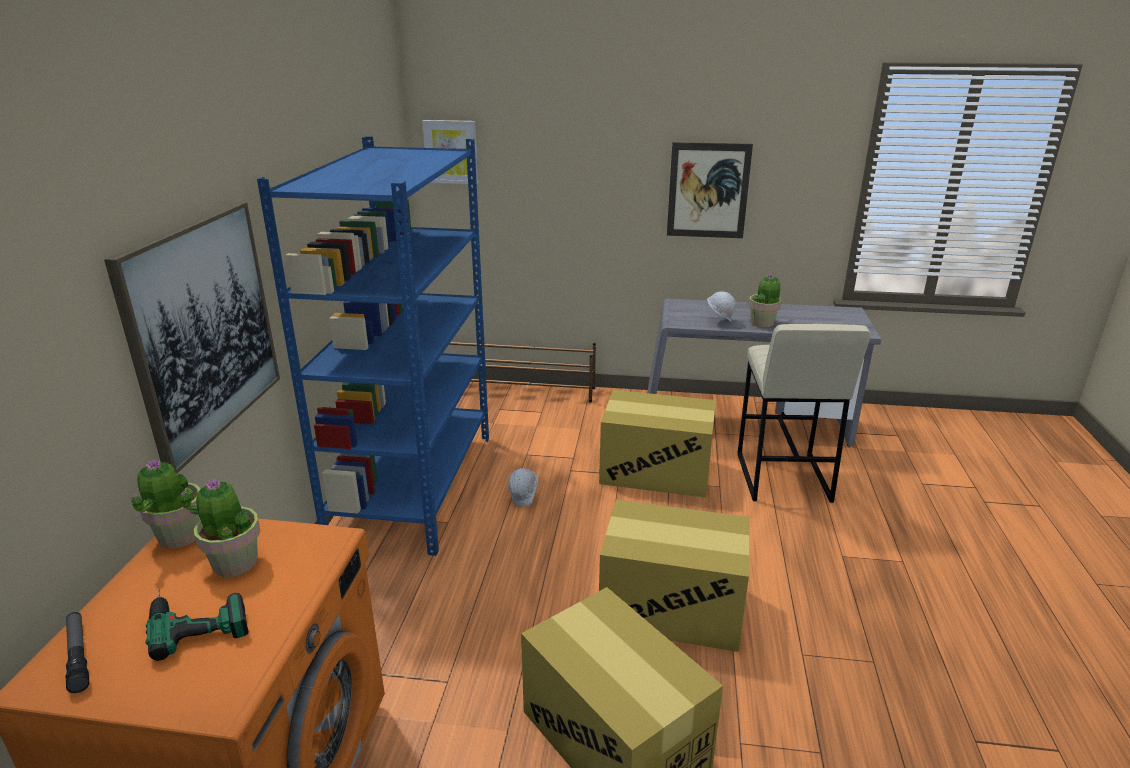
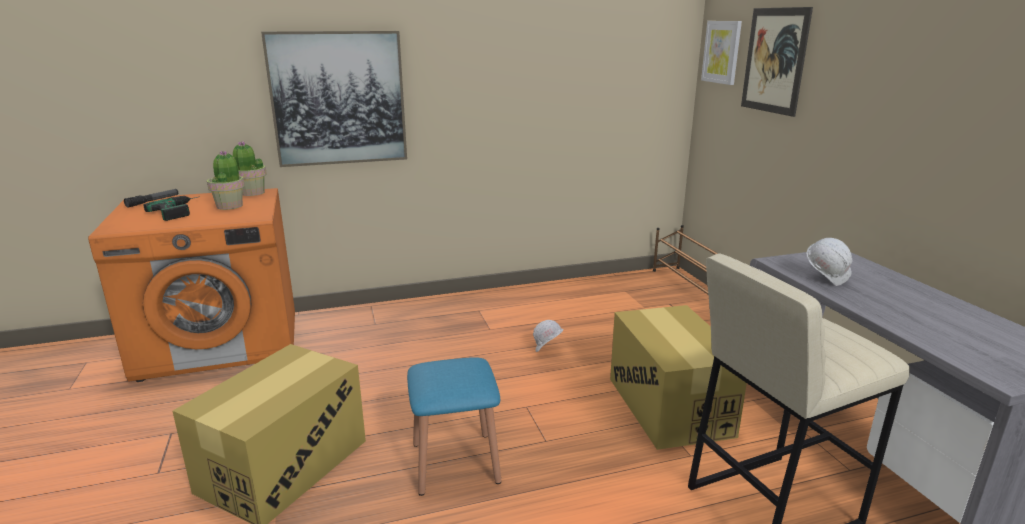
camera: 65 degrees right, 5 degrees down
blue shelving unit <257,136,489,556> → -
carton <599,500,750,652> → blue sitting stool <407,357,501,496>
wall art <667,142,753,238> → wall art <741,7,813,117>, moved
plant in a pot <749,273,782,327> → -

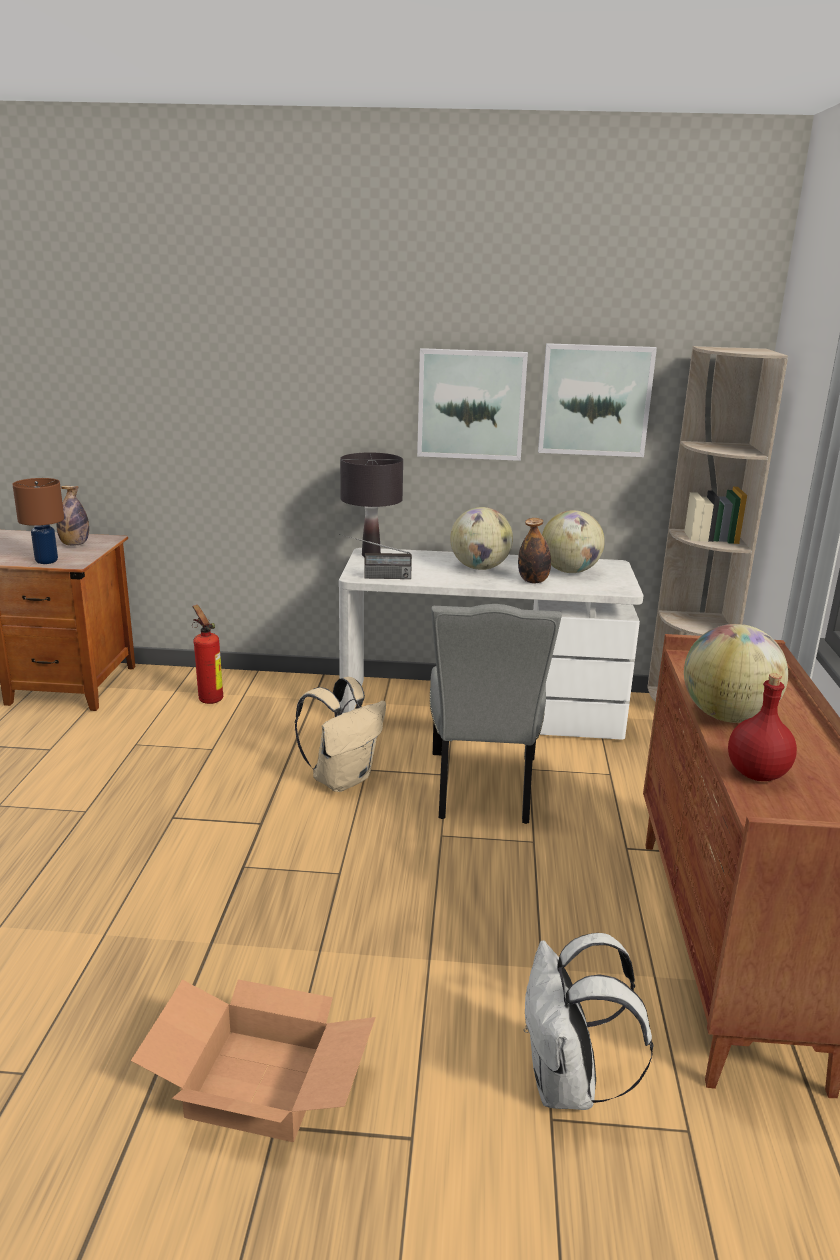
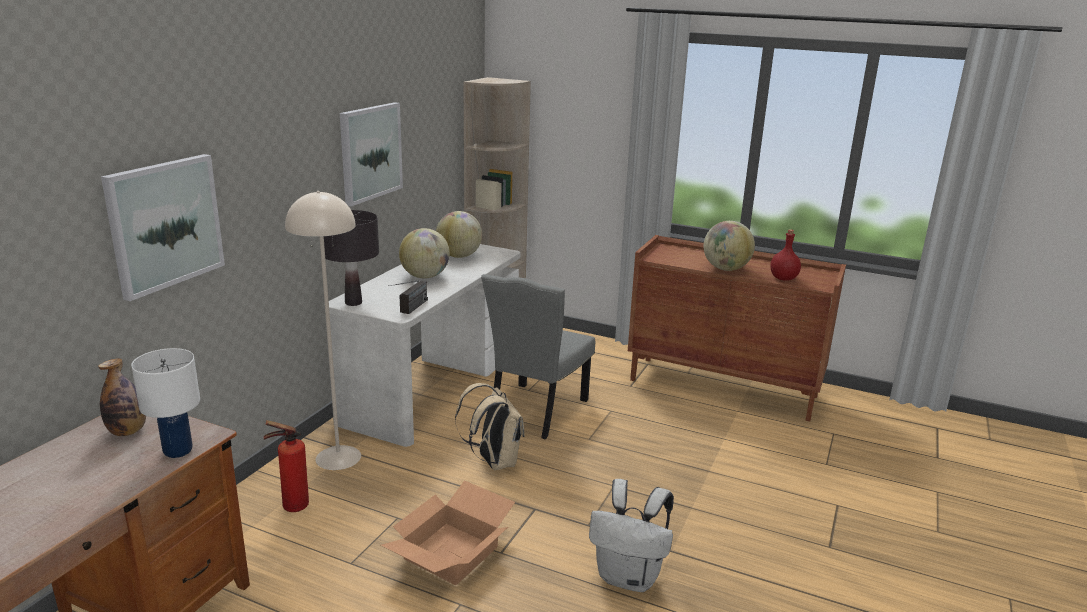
camera: 70 degrees left, 0 degrees up
brownish tabletop lamp <12,478,64,564> → whitish tabletop lamp <131,348,200,458>
carton <131,979,376,1142> → carton <381,480,515,585>, moved
greyish chair <430,604,562,824> → greyish chair <481,274,595,439>, 90 degrees clockwise
bottle <518,518,551,583> → -
whitish knapsack <524,933,653,1110> → whitish knapsack <589,479,674,592>, moved
wall art <538,343,657,457> → wall art <101,154,225,301>, moved
- → sand-coloured standard lamp <285,191,361,470>

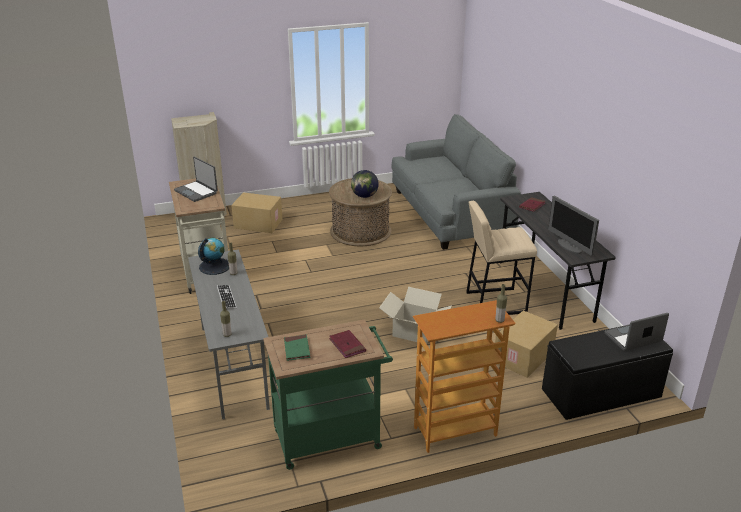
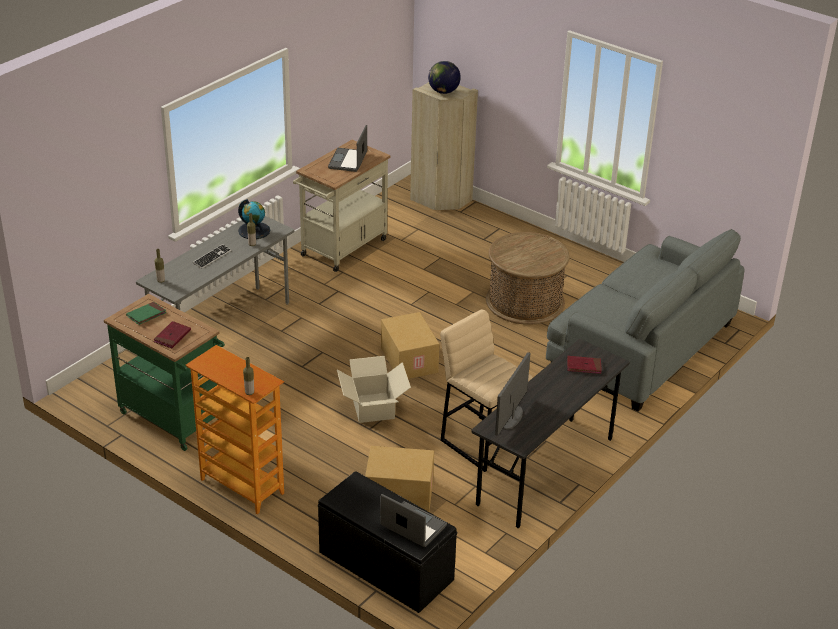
camera: 55 degrees right, 5 degrees up
carton <231,192,283,233> → carton <381,312,439,379>, moved
world globe <351,170,379,198> → world globe <428,61,461,94>, moved

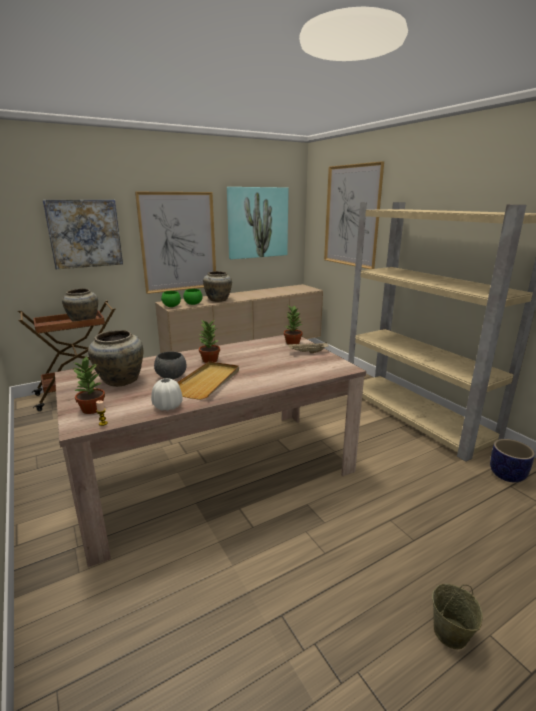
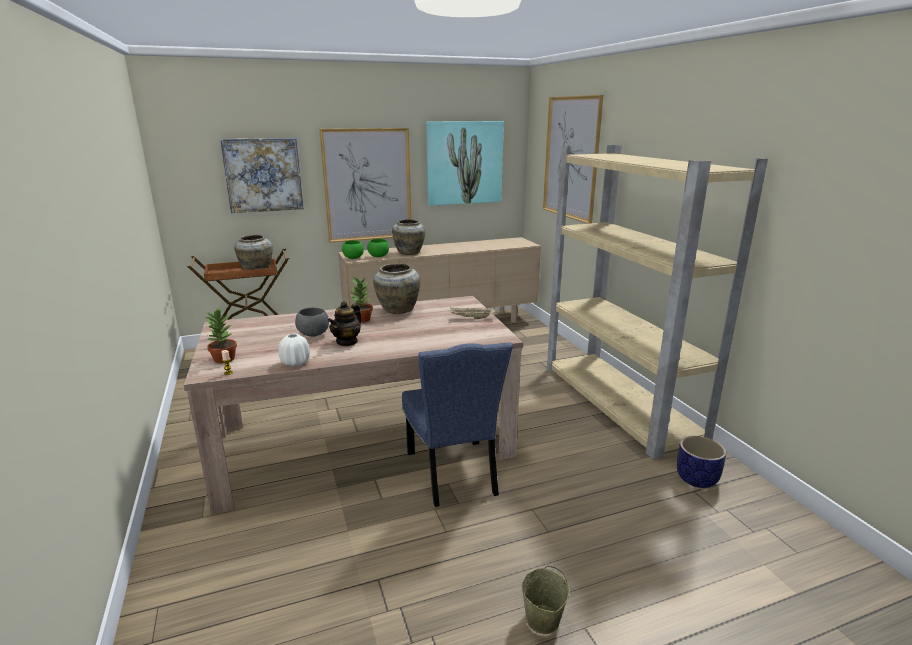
camera: 10 degrees right, 0 degrees up
sand-coloured vase <88,330,143,387> → sand-coloured vase <373,263,420,314>, moved
sand-coloured carrying tray <178,361,239,400> → teapot <328,301,362,346>
plant in a pot <284,306,303,344> → -
- → blue chair <402,342,513,507>

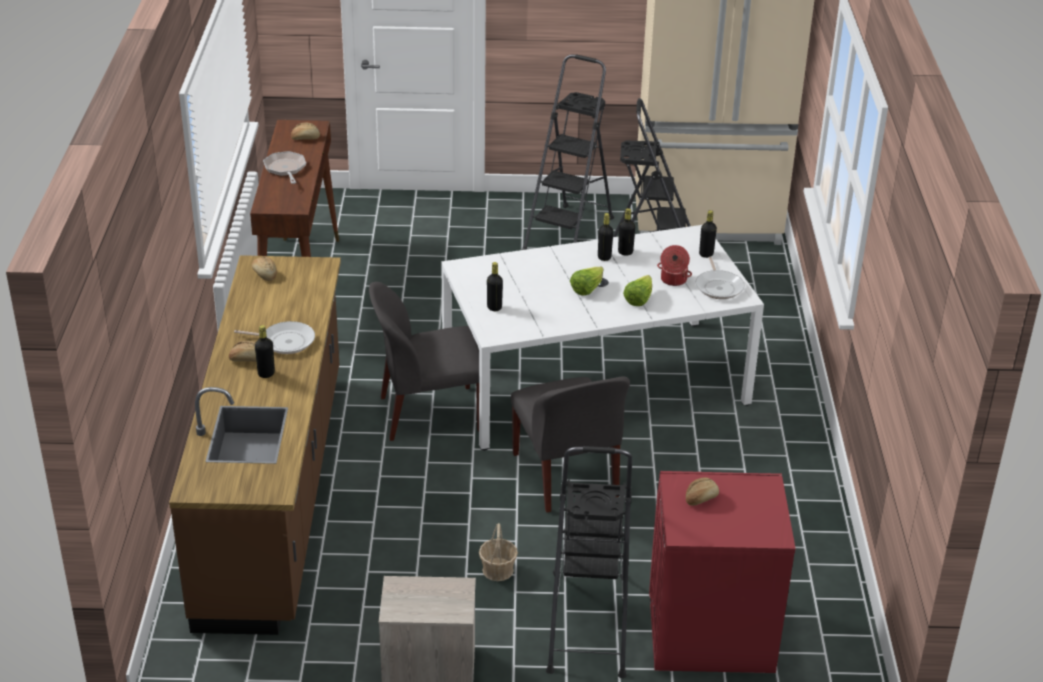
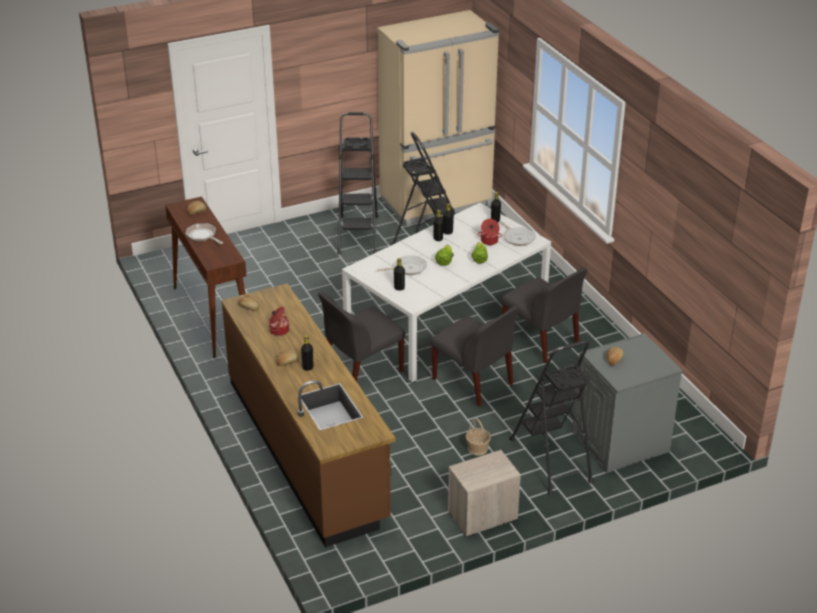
camera: 25 degrees left, 0 degrees up
pan <234,321,315,354> → pan <377,256,427,275>, moved
reddish washing machine <649,471,796,673> → greyish washing machine <572,333,683,473>
- → saucepot <269,307,289,336>
- → greyish chair <501,267,588,364>

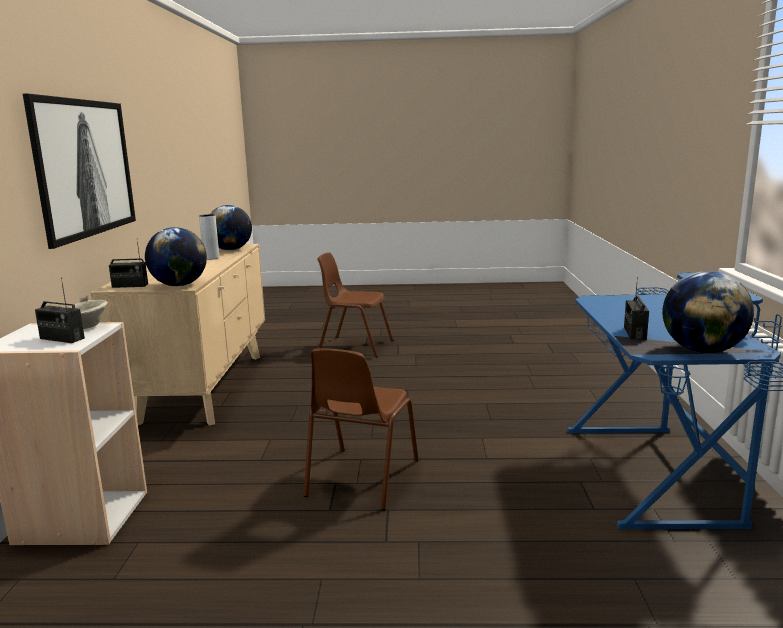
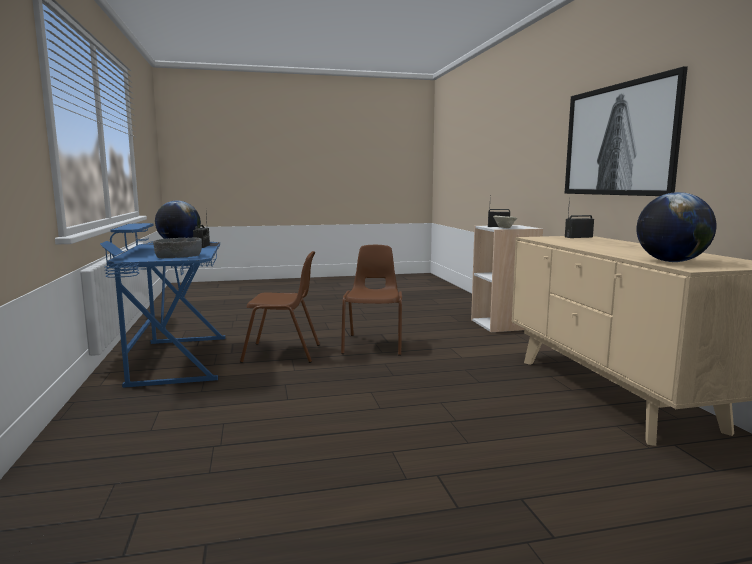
camera: 165 degrees right, 5 degrees down
world globe <145,227,207,286> → -
greyish vase <199,214,219,260> → -
brownish chair <317,252,393,358> → brownish chair <240,251,320,363>, moved
- → greyish serving bowl <153,237,202,258>

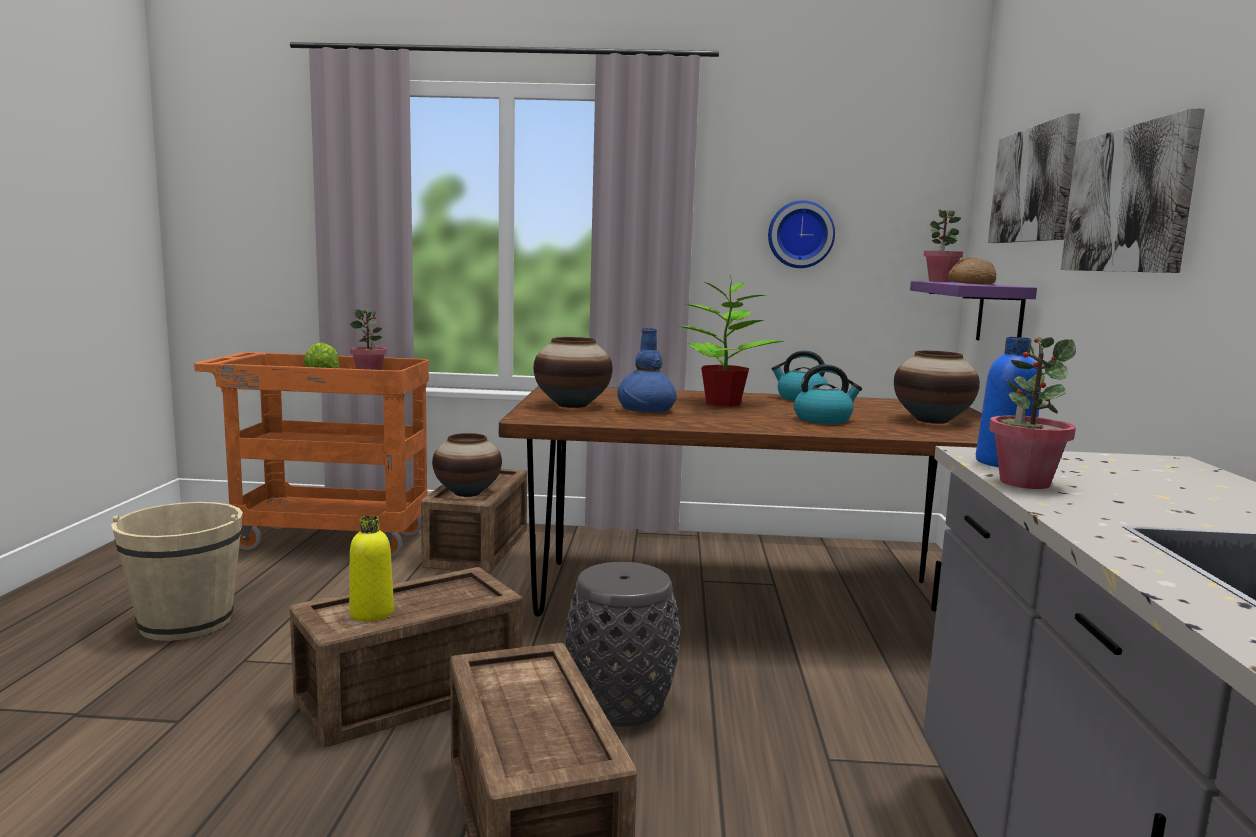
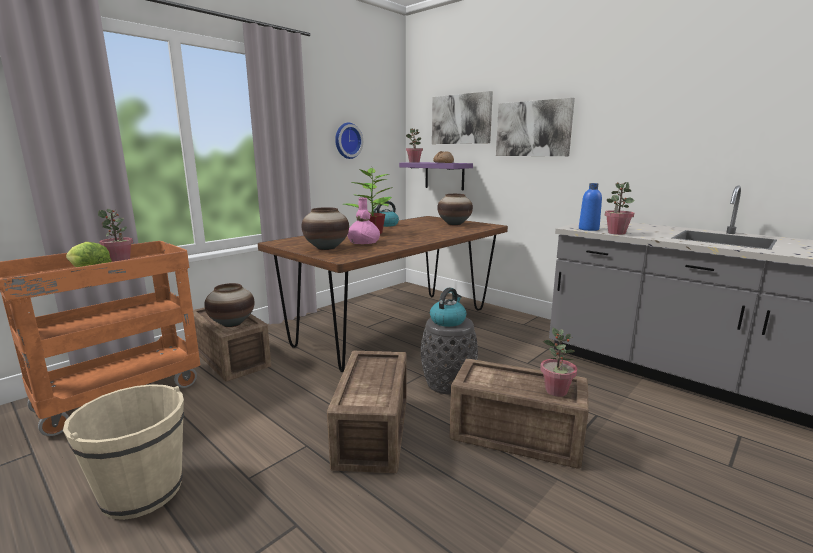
camera: 50 degrees left, 5 degrees up
yellow-coloured bottle <349,516,394,621> → -
blue vase <617,328,677,413> → pinkish vase <347,197,380,244>
tea kettle <794,364,862,424> → tea kettle <430,288,466,327>, moved
- → plant in a pot <540,327,577,397>

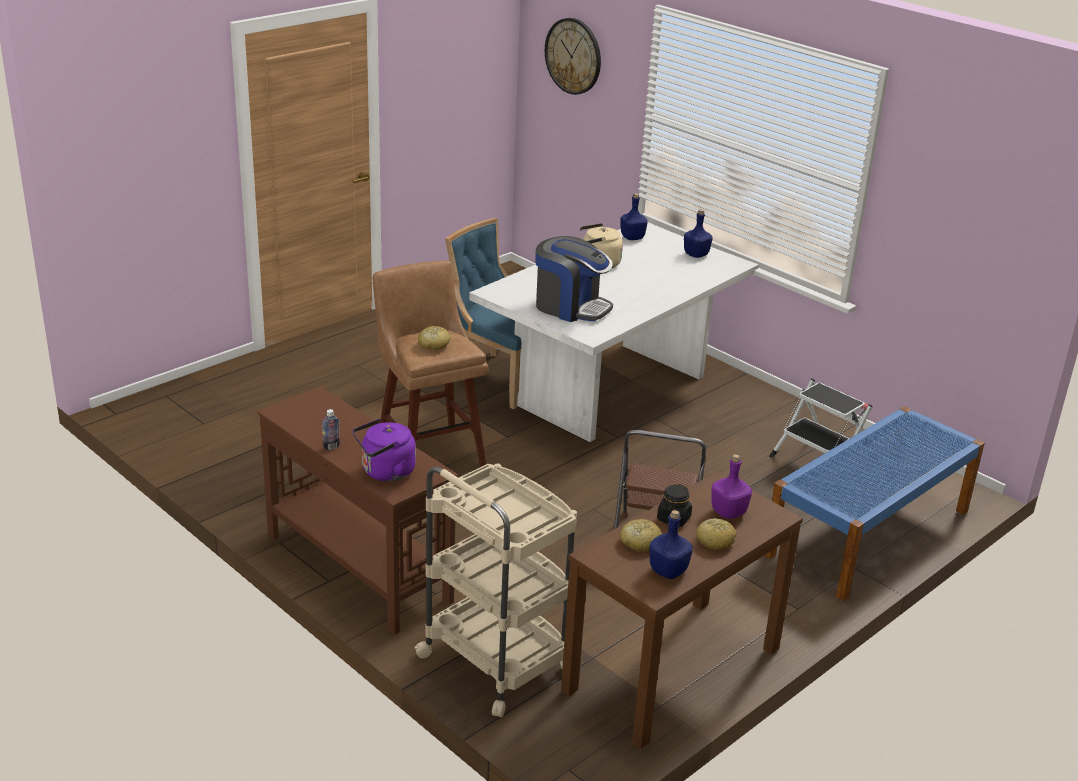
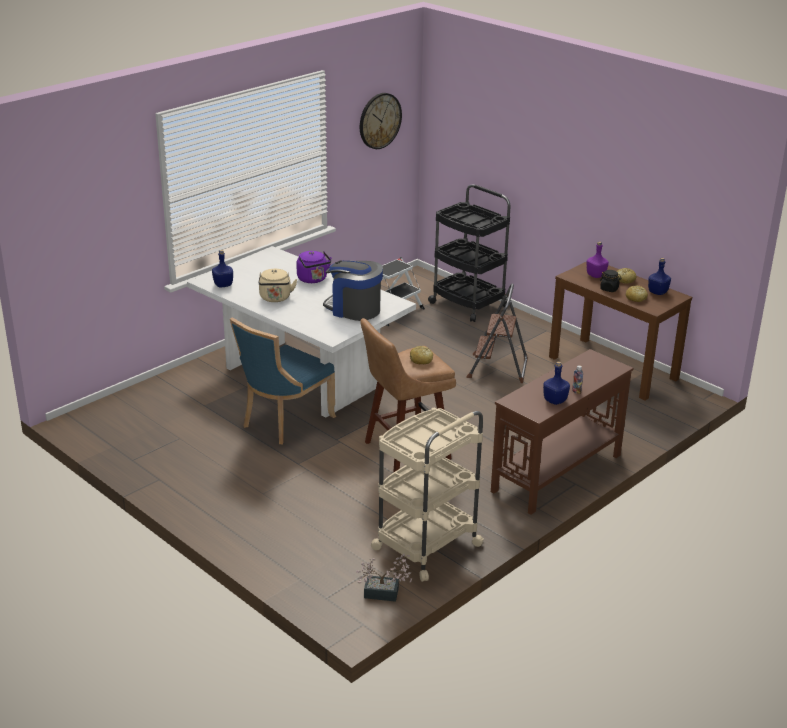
camera: 90 degrees left, 0 degrees up
purple-coloured tea kettle <353,419,416,482> → purple-coloured tea kettle <296,251,332,283>, moved
sand-coloured cart <415,463,577,717> → sand-coloured cart <371,408,484,582>, moved
coffee brewer <535,236,613,322> → coffee brewer <323,261,383,321>, 90 degrees counterclockwise
hanging clock <545,18,601,95> → hanging clock <360,93,402,149>, moved
blue bottle <684,210,713,258> → blue bottle <543,361,570,405>, moved
blue indoor bench <764,406,985,601> → blackish cart <428,185,510,322>
- → plant in a pot <356,554,412,602>

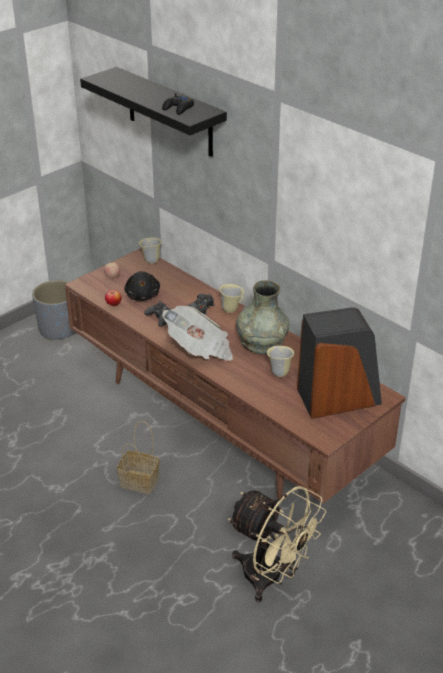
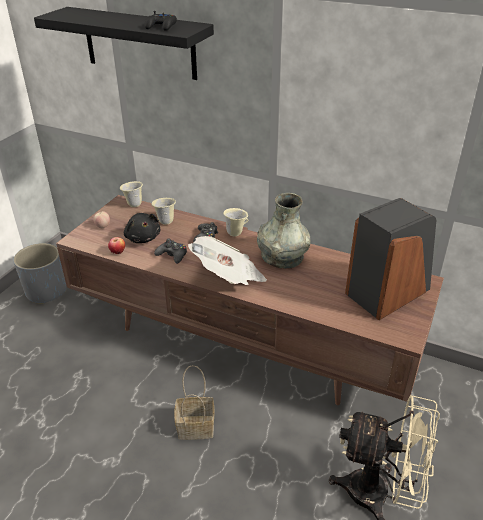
camera: 20 degrees left, 0 degrees up
sand-coloured tea mug <267,346,294,377> → sand-coloured tea mug <151,198,176,225>, moved

